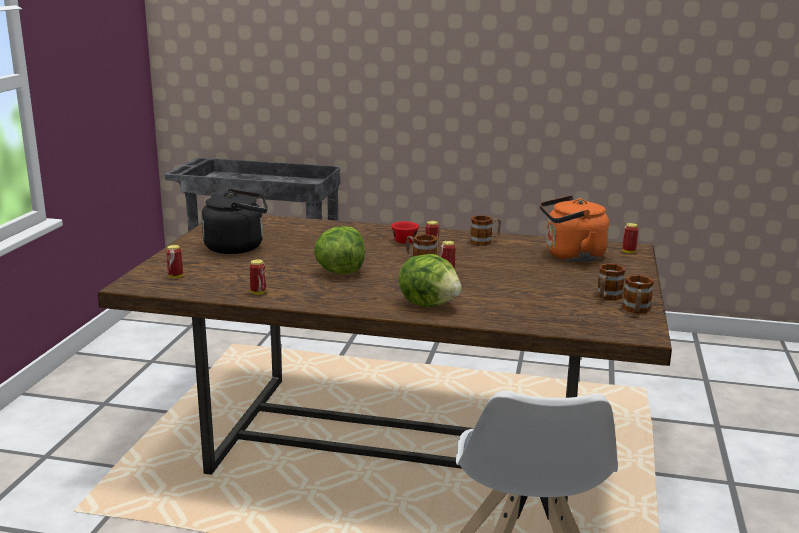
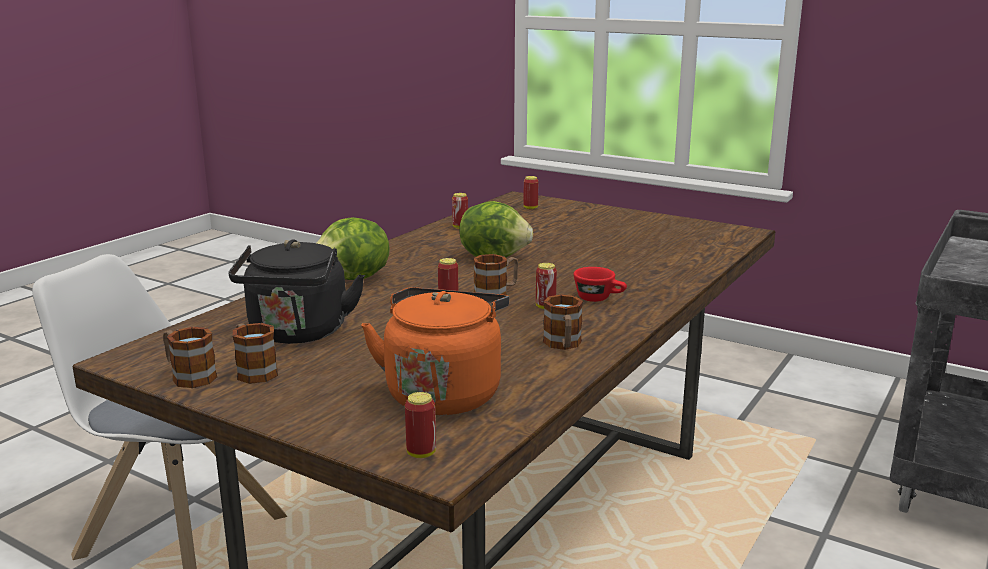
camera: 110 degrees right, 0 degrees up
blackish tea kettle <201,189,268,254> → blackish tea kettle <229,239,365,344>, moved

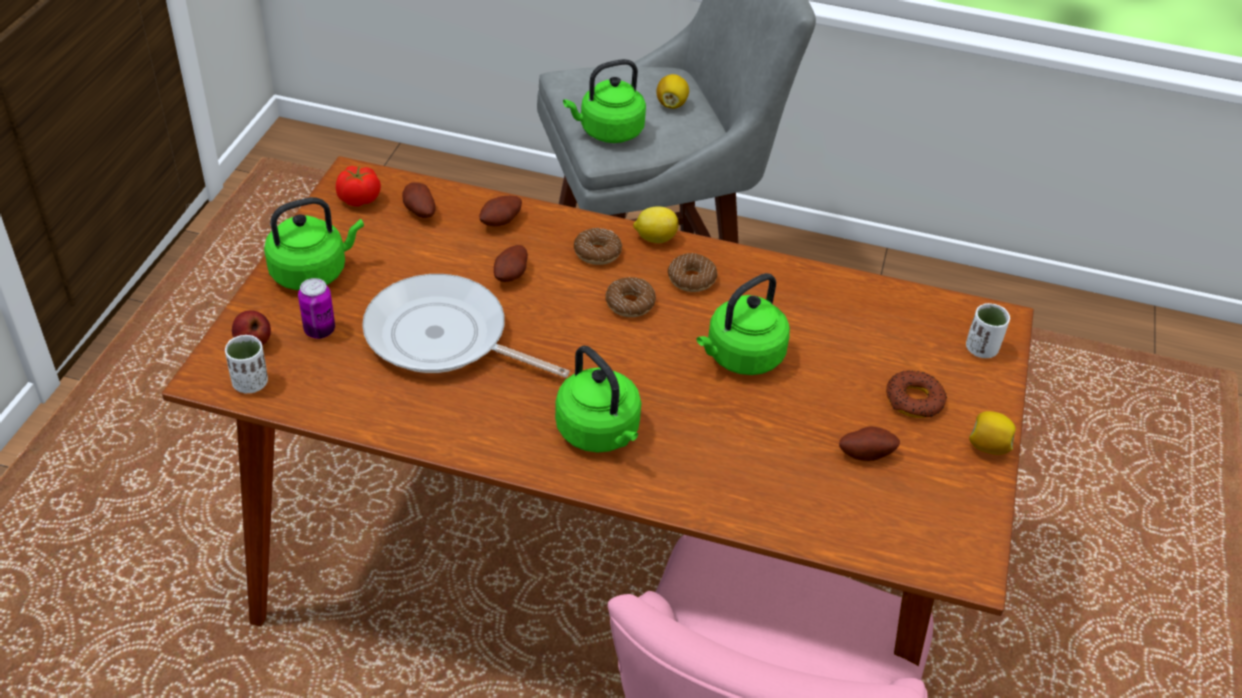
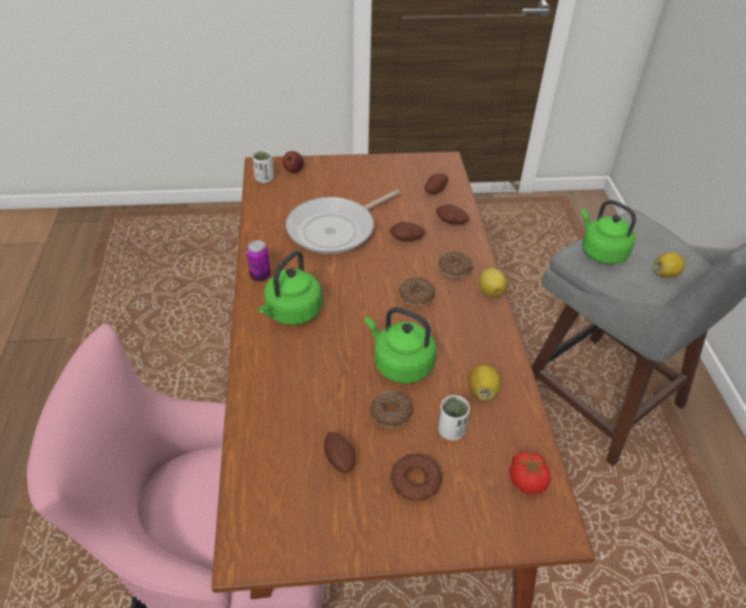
camera: 70 degrees right, 0 degrees up
green-coloured tea kettle <264,197,364,290> → -
can <298,278,335,339> → can <246,240,270,282>, moved
fresh tomato <336,165,381,206> → fresh tomato <509,452,550,495>, moved
pan <362,274,570,378> → pan <286,190,400,254>, 135 degrees counterclockwise
ring doughnut <668,253,717,292> → ring doughnut <370,391,413,428>, moved
whitish cup <966,303,1010,358> → whitish cup <438,395,470,441>, moved
whole lemon <969,411,1016,455> → whole lemon <467,365,501,400>, moved

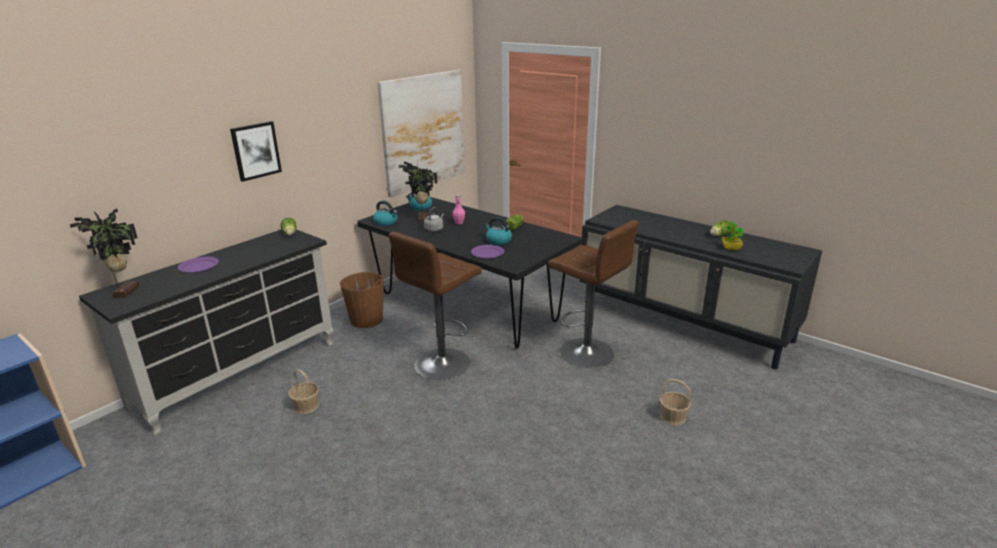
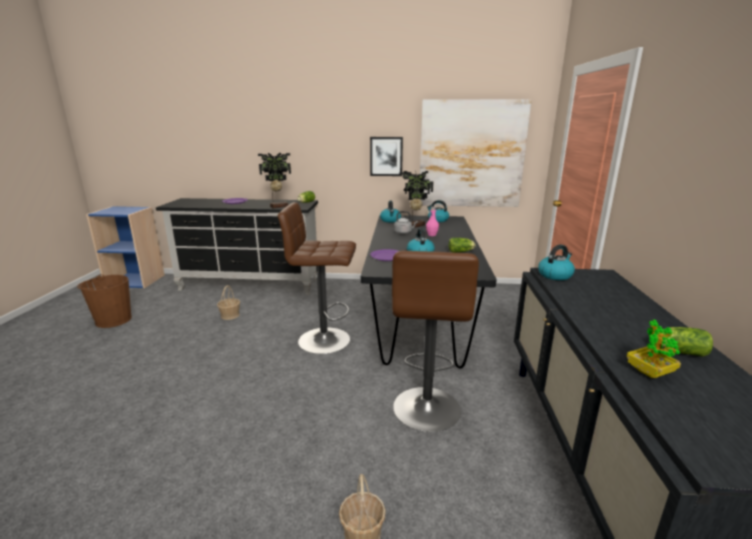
camera: 55 degrees right, 5 degrees down
plant in a pot <70,209,140,298> → plant in a pot <258,153,291,209>, moved
wall art <230,121,282,182> → wall art <370,137,403,176>, moved
brownish pail <340,272,384,328> → brownish pail <77,274,132,328>, moved
- → tea kettle <538,244,575,280>

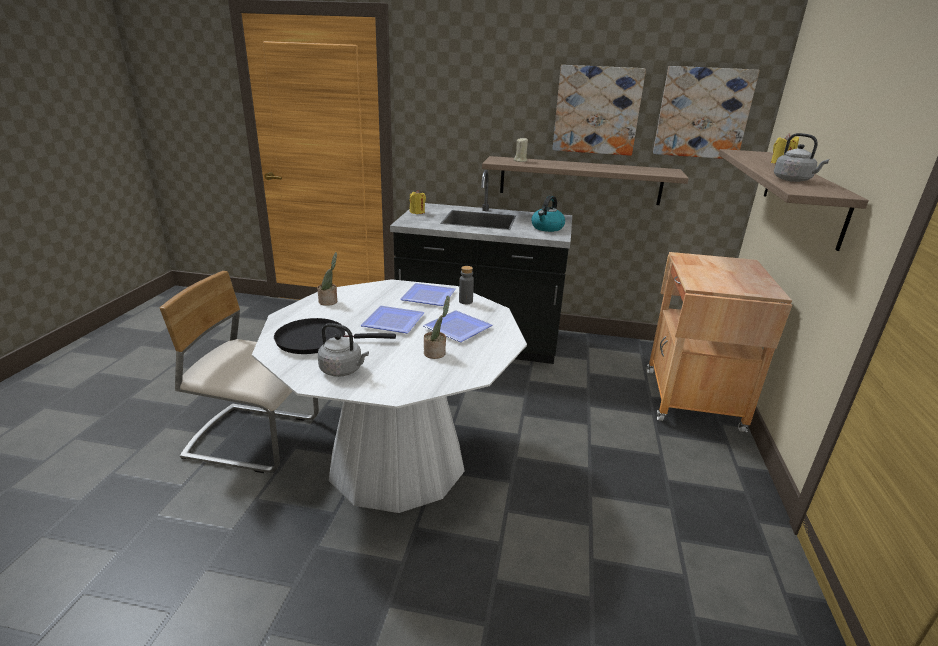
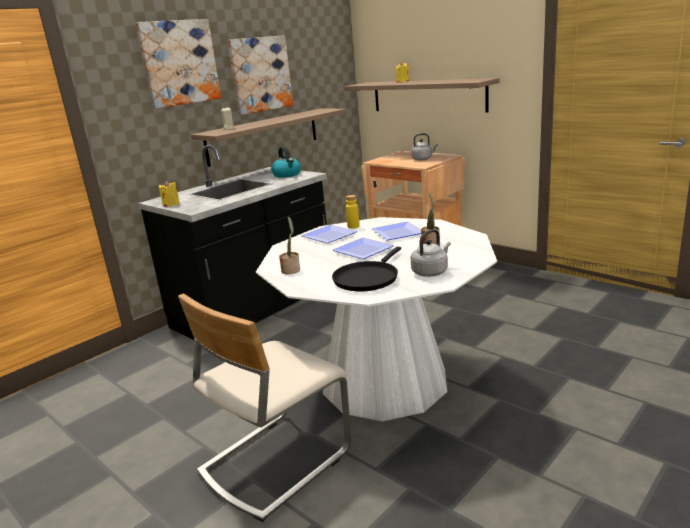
camera: 55 degrees left, 5 degrees down
greyish bottle <459,266,474,304> → yellow-coloured bottle <346,195,360,229>
wall art <653,66,760,159> → wall art <136,19,221,109>, moved
greyish tea kettle <774,133,829,182> → greyish tea kettle <411,133,438,161>, moved

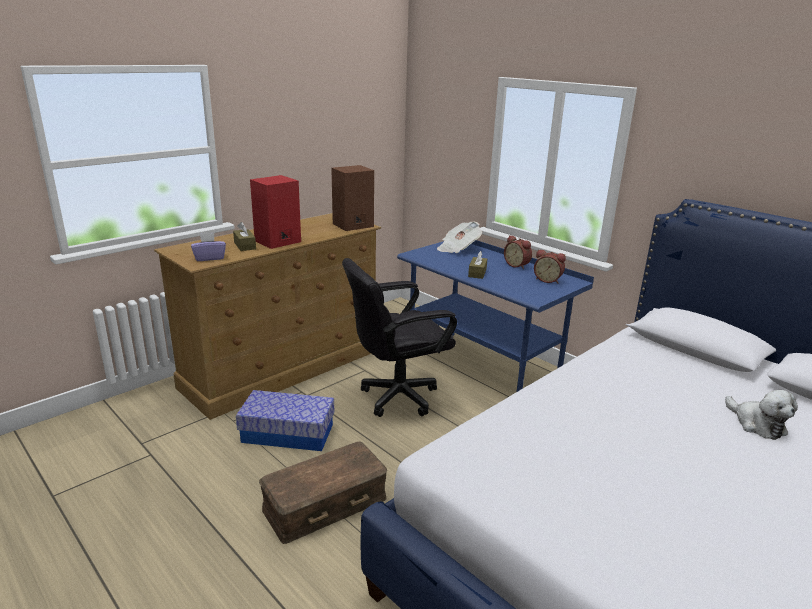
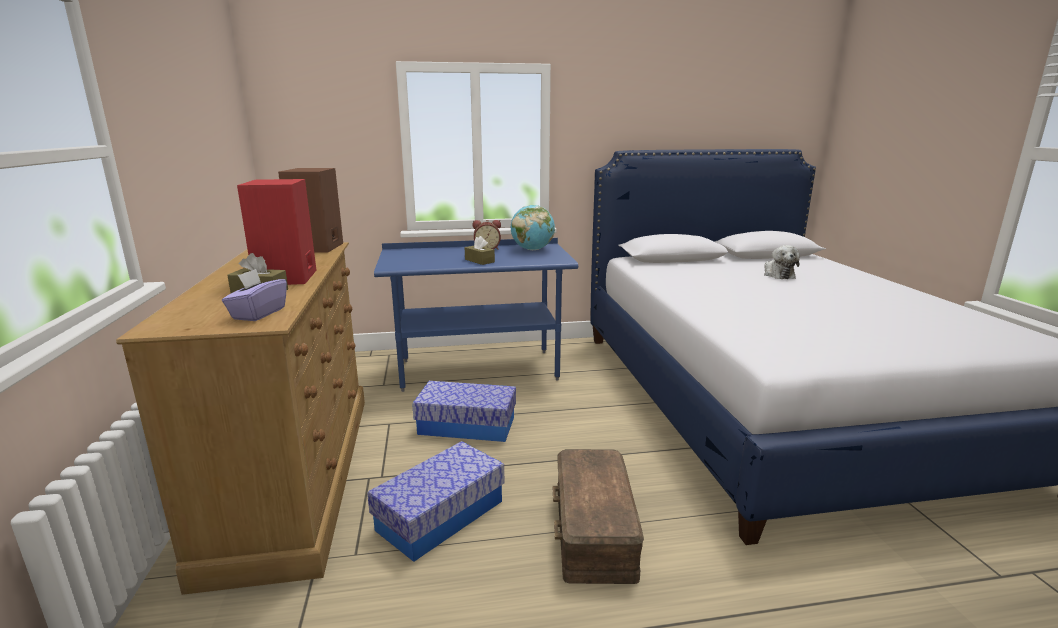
camera: 55 degrees left, 5 degrees down
blackish office chair <342,258,457,417> → storage bin <412,381,516,442>
newspaper <437,222,482,253> → -
alarm clock <534,249,566,283> → world globe <511,205,555,250>
soft toy <725,390,798,440> → soft toy <764,245,800,279>, 75 degrees clockwise

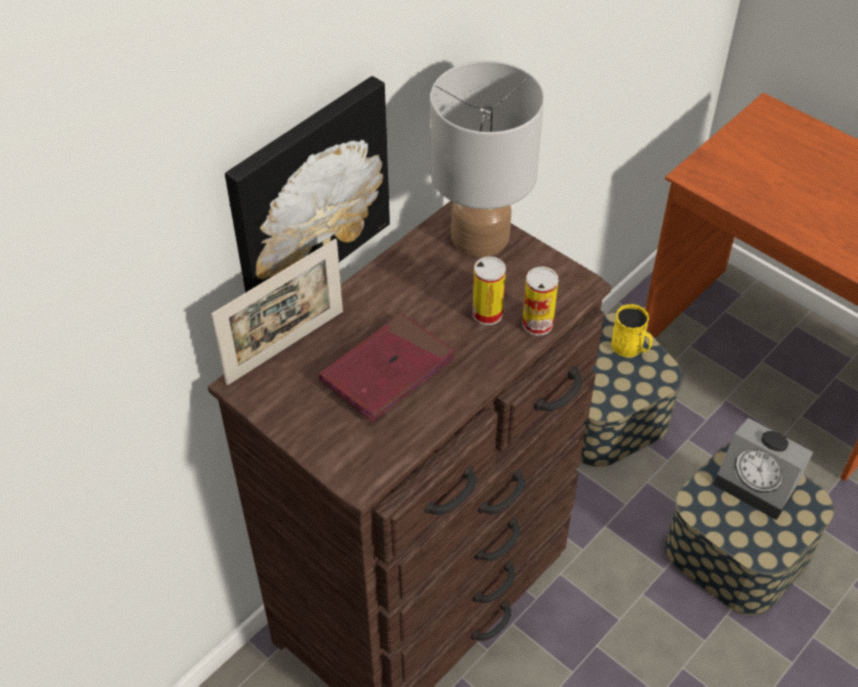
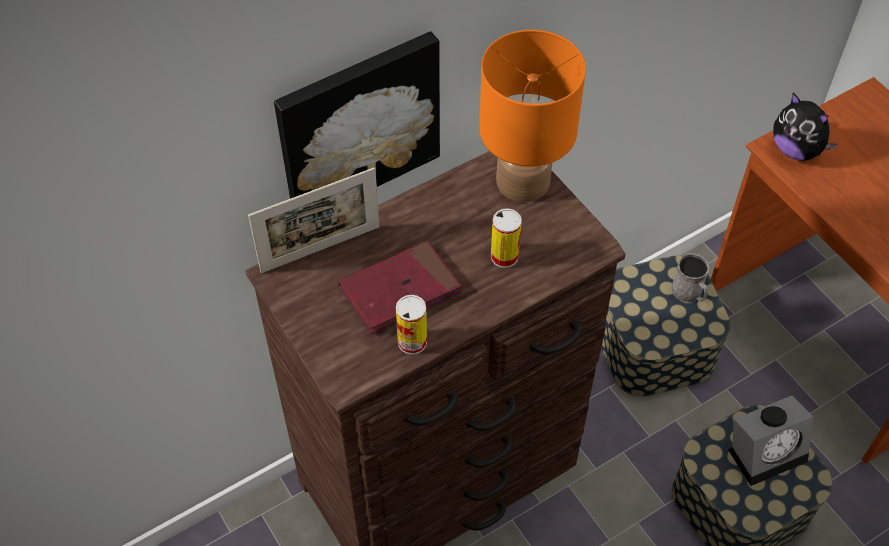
camera: 15 degrees right, 5 degrees up
greyish tabletop lamp <431,61,544,257> → orangey tabletop lamp <479,30,586,202>
can <522,267,558,336> → can <396,295,427,355>, moved
yellow-coloured tea mug <611,304,652,357> → greyish tea mug <671,253,709,302>
alarm clock <713,418,813,520> → alarm clock <728,396,813,486>, 75 degrees counterclockwise
- → soft toy <773,92,838,161>

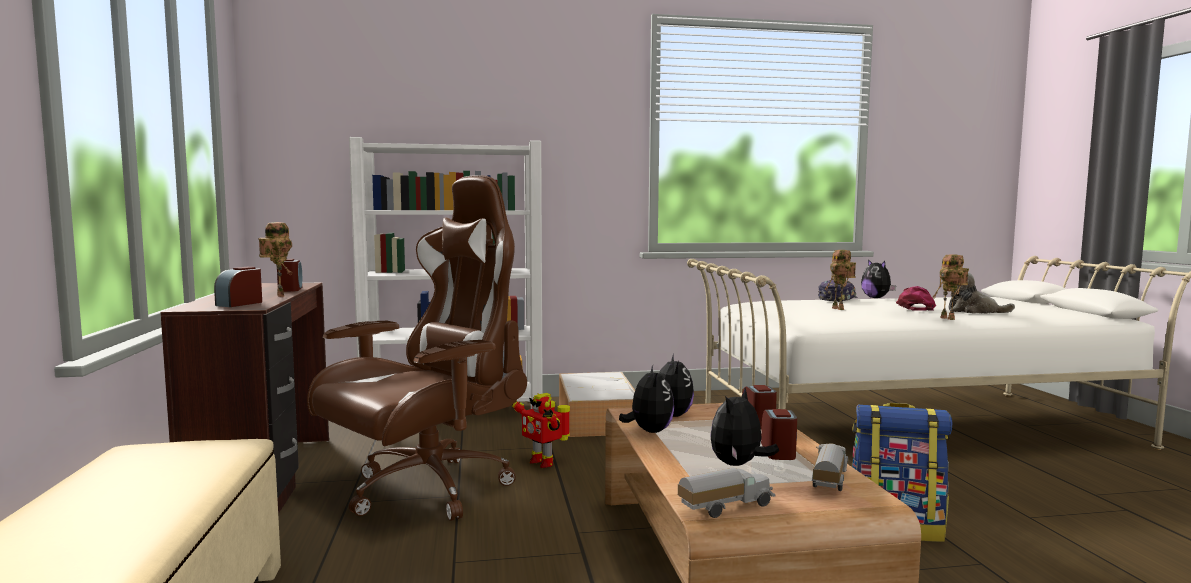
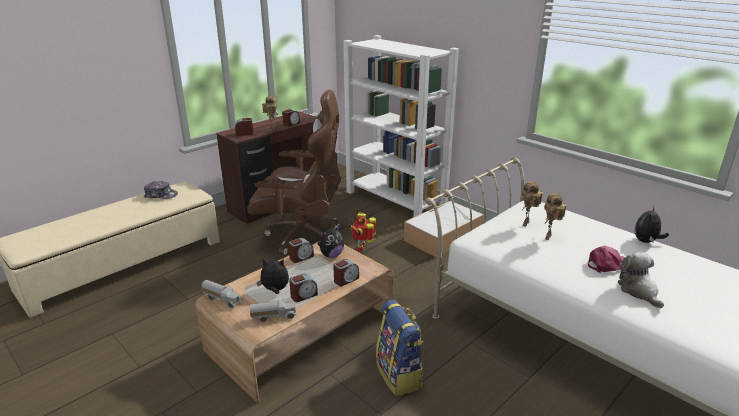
camera: 55 degrees right, 20 degrees up
soft toy <619,365,674,433> → alarm clock <288,238,314,263>
cap <818,280,857,303> → cap <144,181,178,199>, moved
robot figure <933,254,969,320> → robot figure <522,181,543,226>, moved

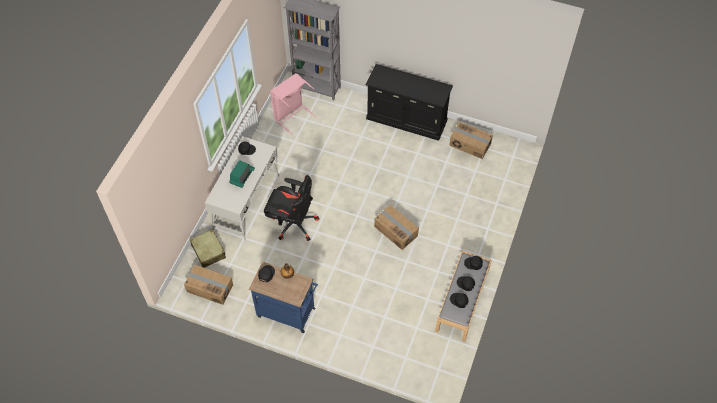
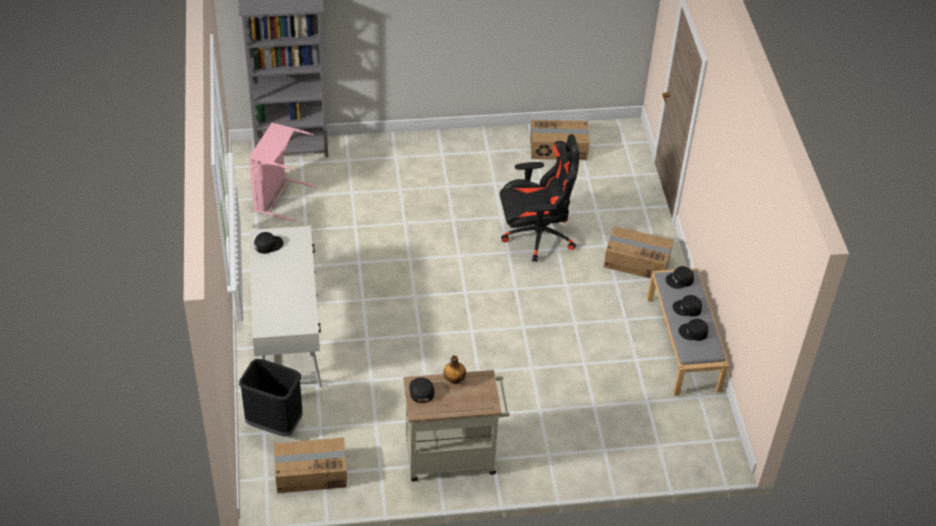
camera: 30 degrees left, 10 degrees down
sand-coloured suitcase <190,229,226,268> → blackish rubbish bin <239,359,303,437>
radio <229,160,255,188> → -
blue cart <249,261,318,333> → sand-coloured cart <403,370,510,482>
blackish office chair <264,175,319,241> → blackish office chair <500,134,579,262>, moved
blackish cupboard <366,64,453,141> → -
carton <374,205,419,250> → carton <604,226,673,278>, moved

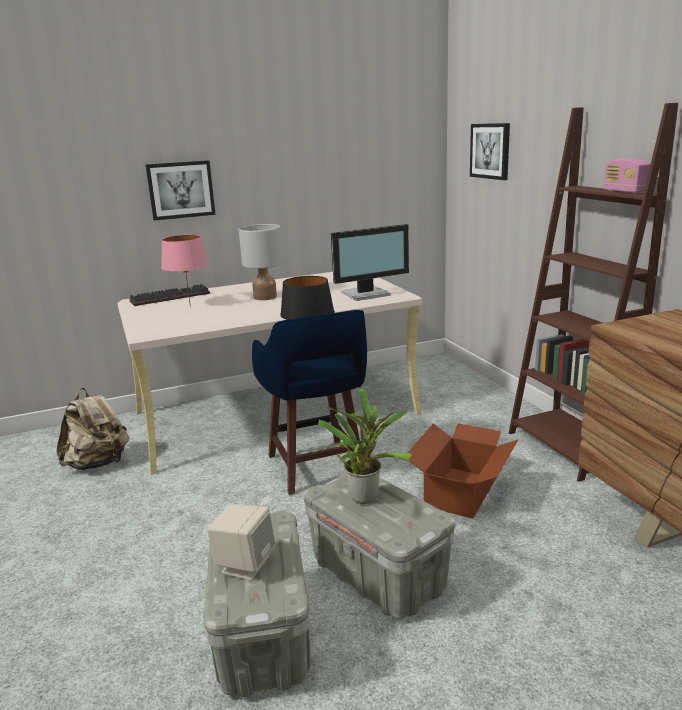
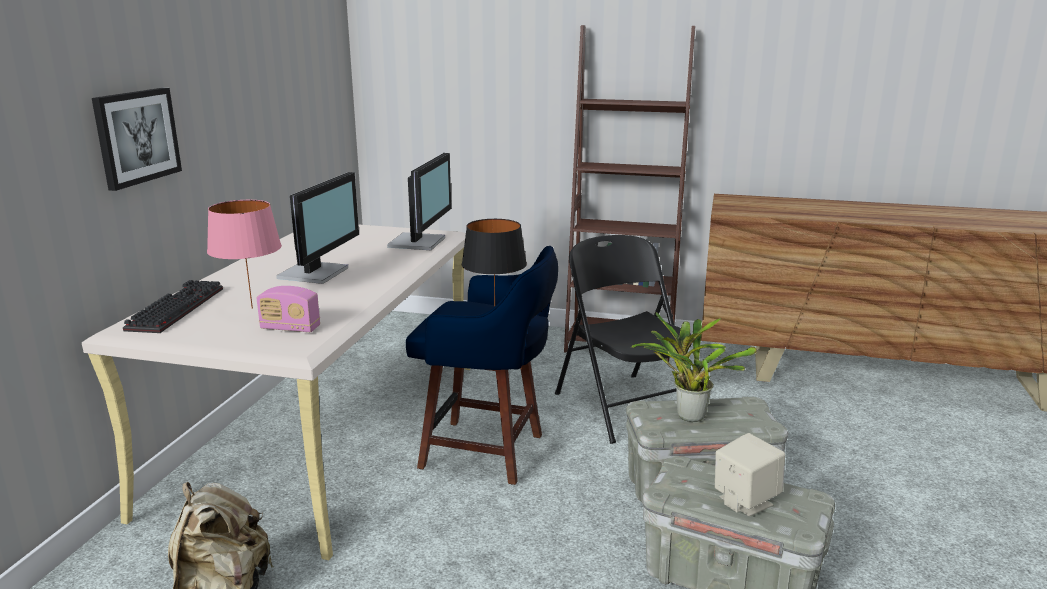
camera: 55 degrees left, 0 degrees up
greyish tabletop lamp <239,224,283,300> → computer screen <276,172,359,284>
carton <408,423,519,519> → blackish chair <555,235,692,444>
wall art <470,123,510,180> → -
radio <603,158,651,194> → radio <256,286,320,332>, moved

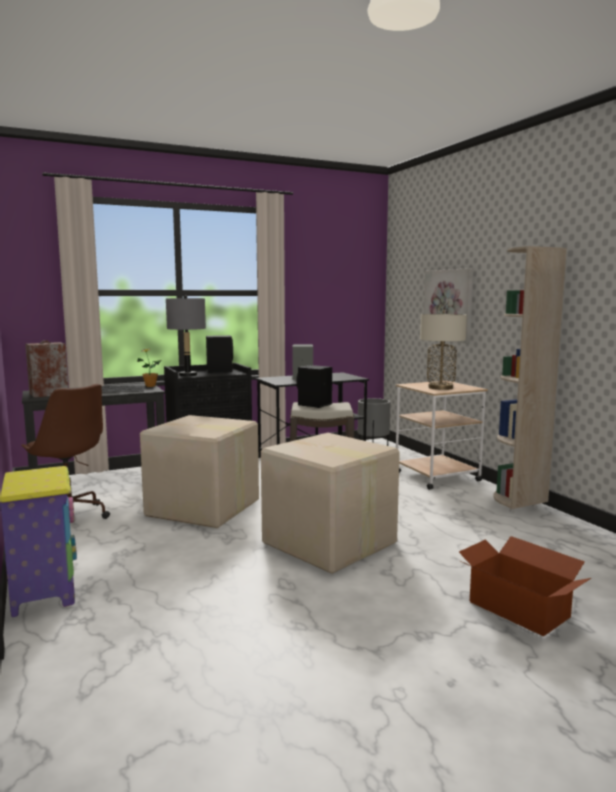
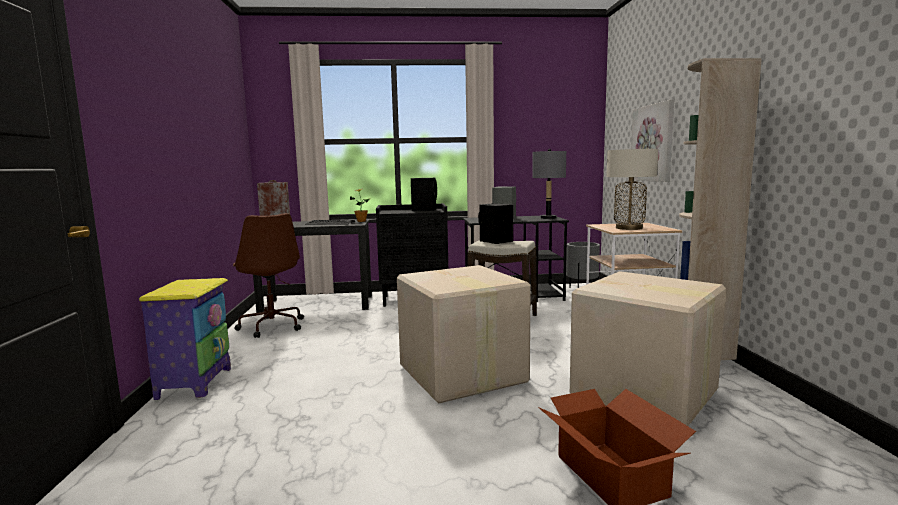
camera: 20 degrees right, 0 degrees up
carton <140,415,259,528> → carton <570,271,726,426>, moved
greyish tabletop lamp <166,295,206,376> → greyish tabletop lamp <532,149,566,219>, moved

